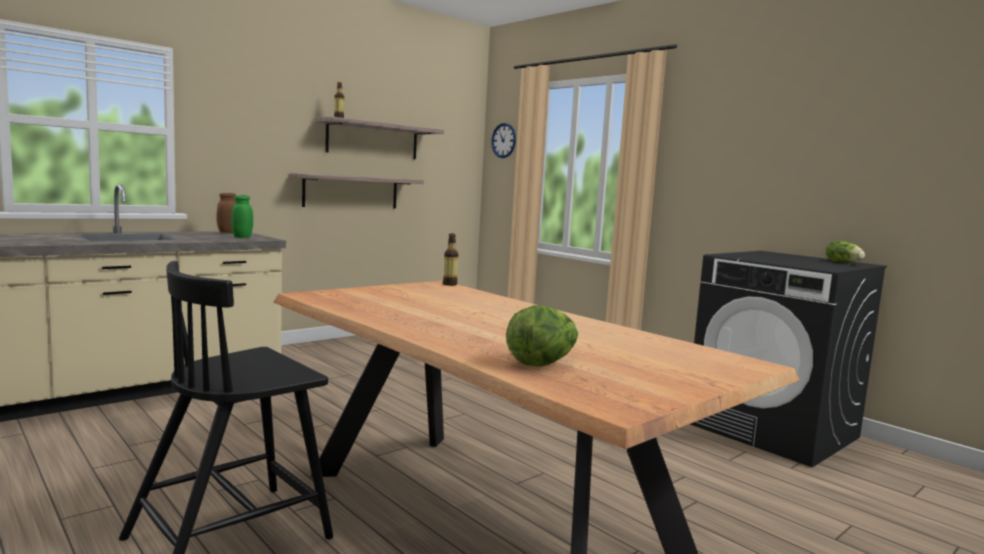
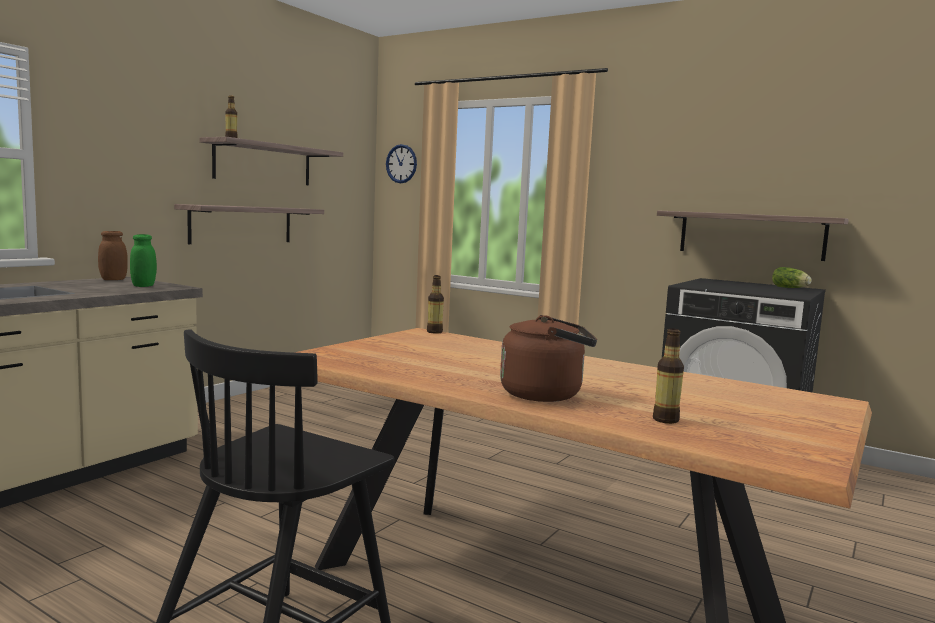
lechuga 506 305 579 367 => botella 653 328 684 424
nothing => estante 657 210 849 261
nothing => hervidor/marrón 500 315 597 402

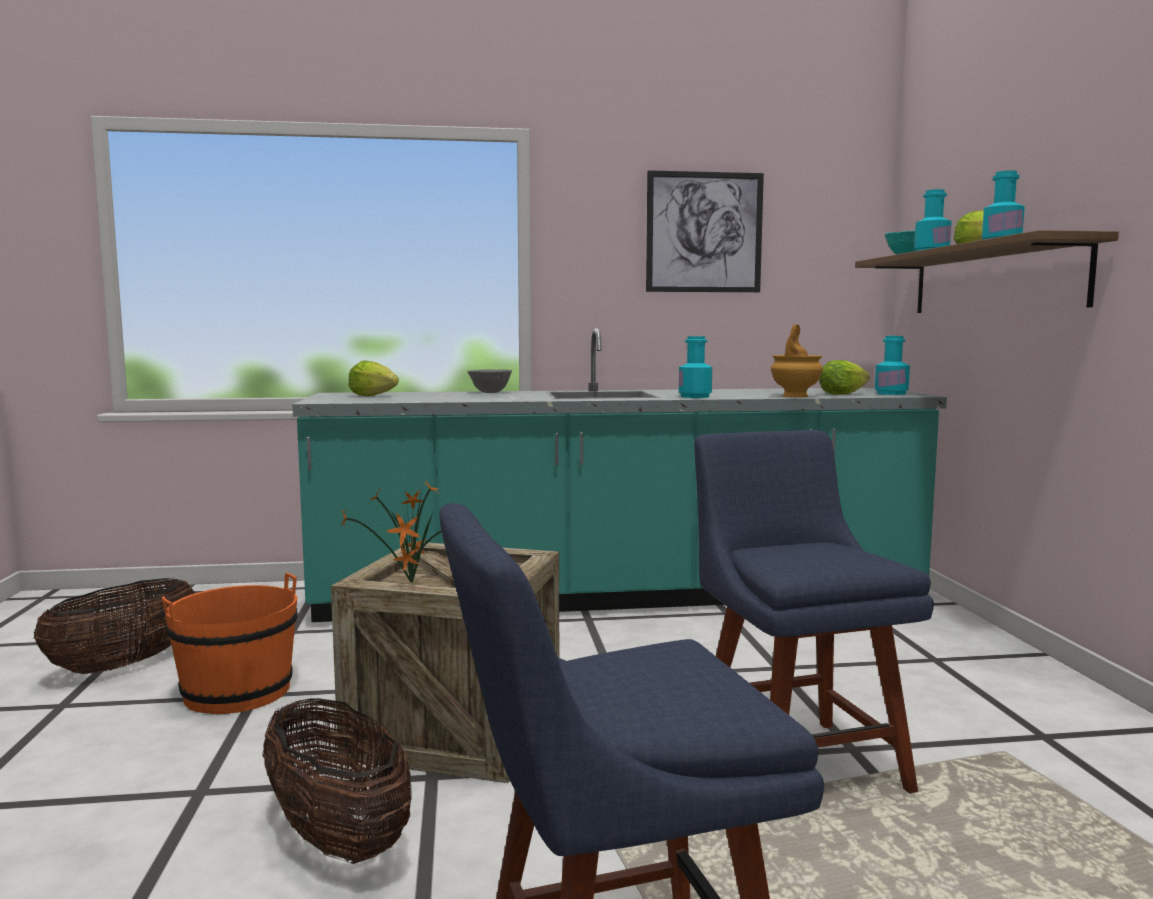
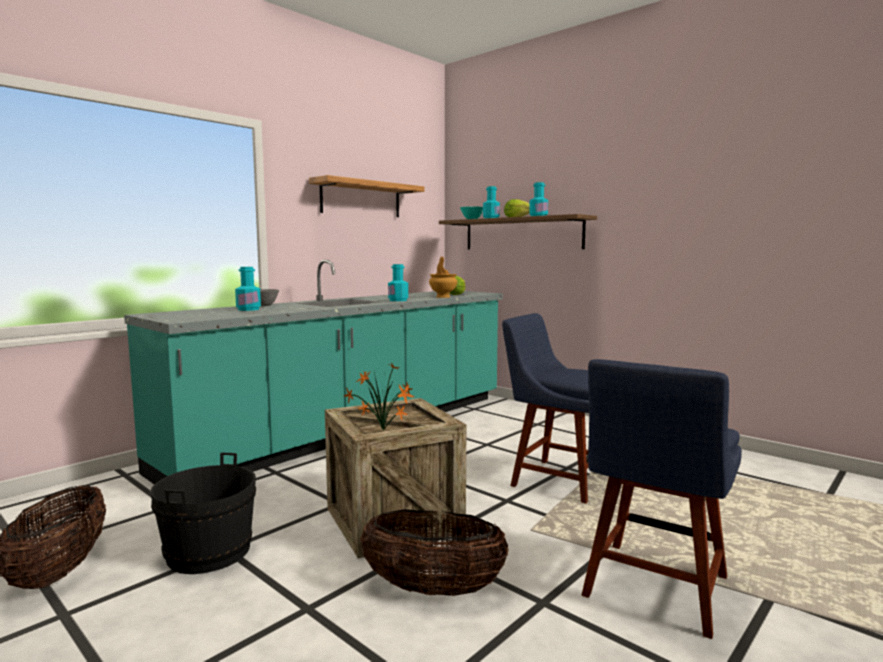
cuadro 646 170 764 292 => estante 309 175 425 217
botella/turquesa 875 336 910 395 => botella/turquesa 235 267 261 311, moved
lechuga 348 361 399 396 => nothing
cubo/naranja 162 573 298 714 => cubo/negro 151 453 256 574

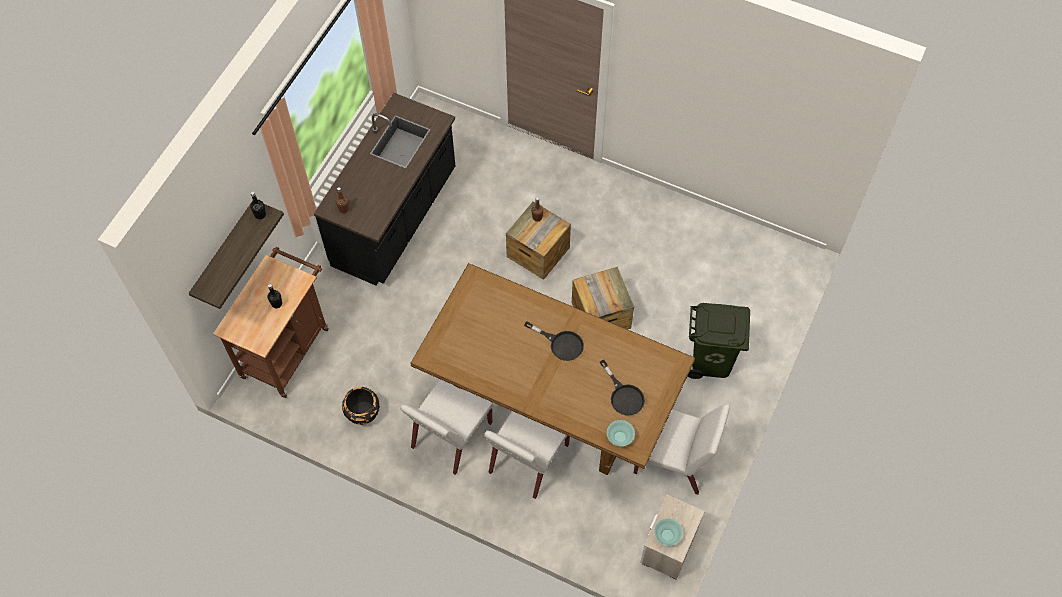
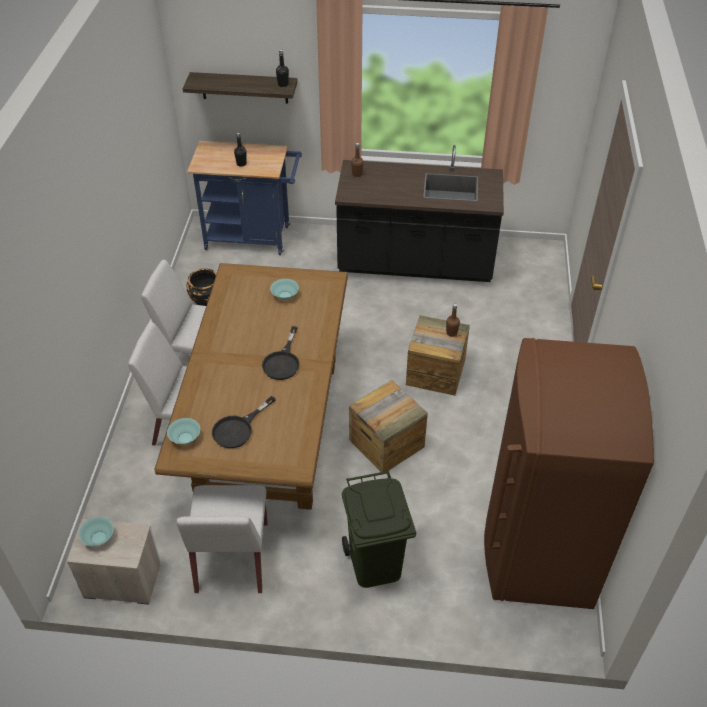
carrito/marrón 213 247 329 398 => carrito/azul 187 141 302 255
nothing => cuenco/turquesa 270 279 299 300
nothing => nevera/marrón 484 338 654 609

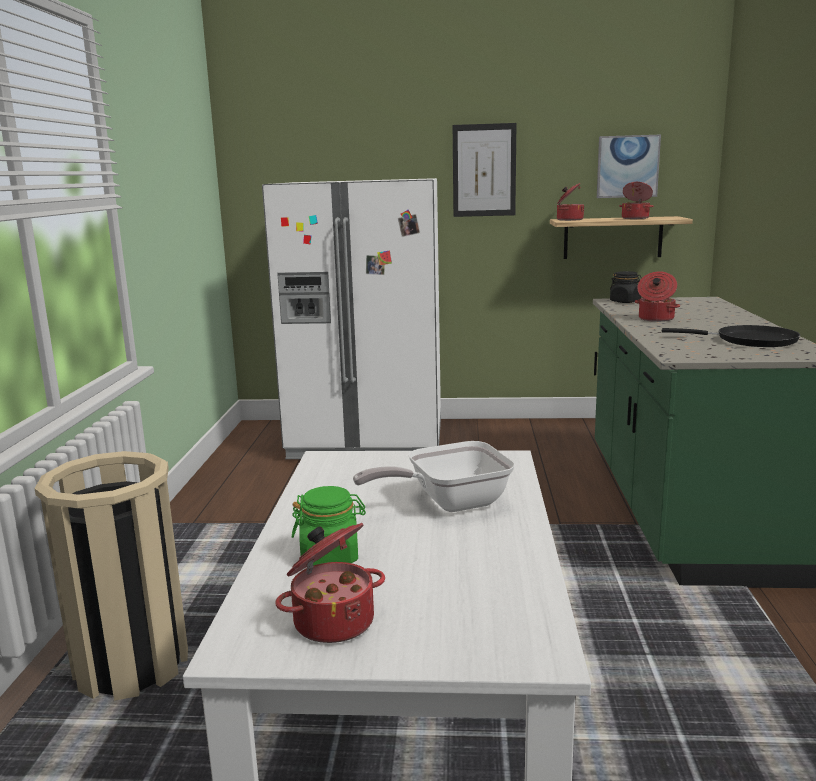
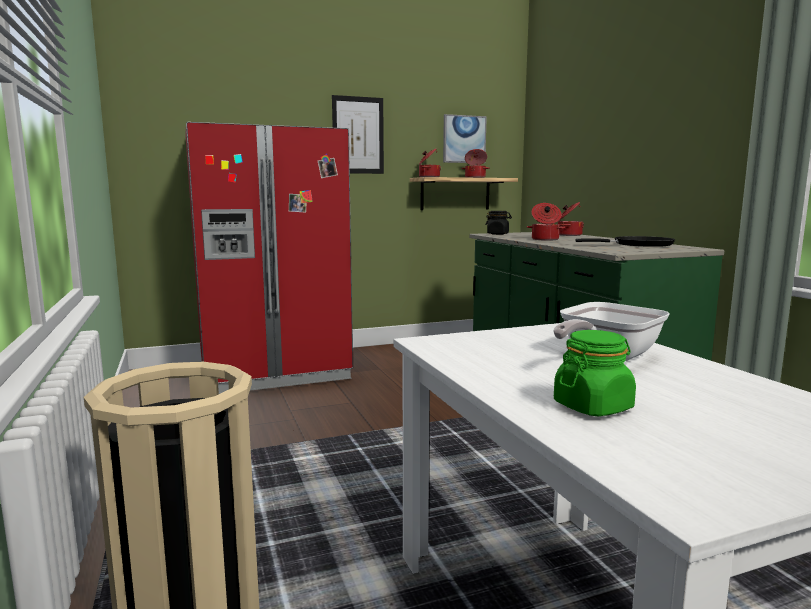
nevera/blanco 262 178 441 459 => nevera/rojo 185 122 353 394
olla 275 523 385 643 => olla 558 202 584 236, moved

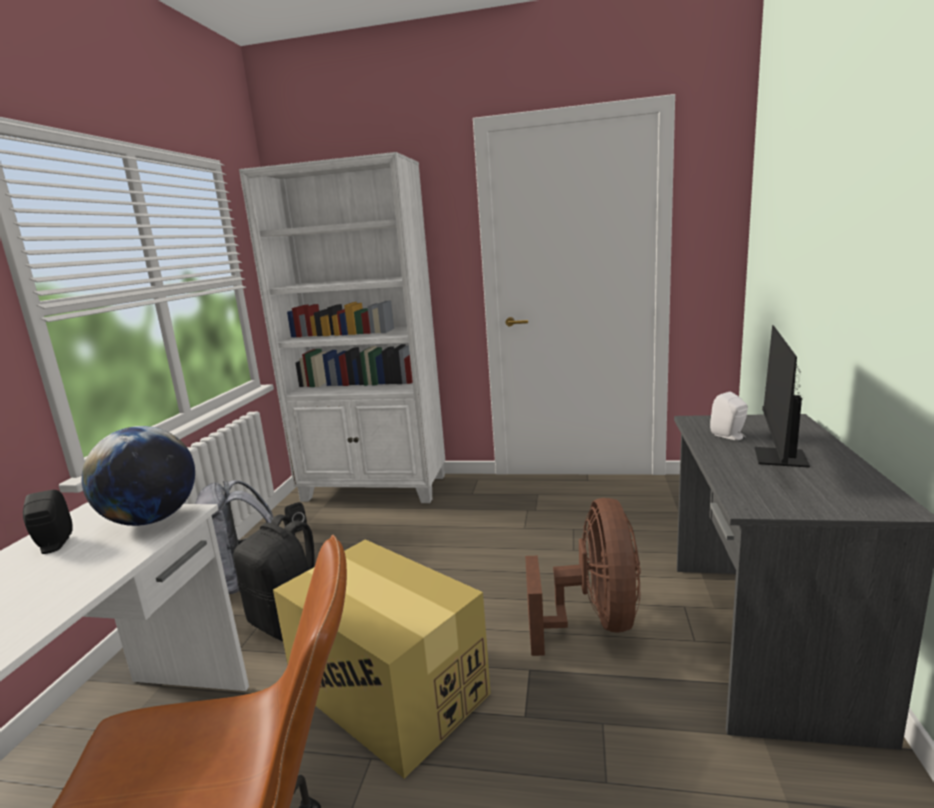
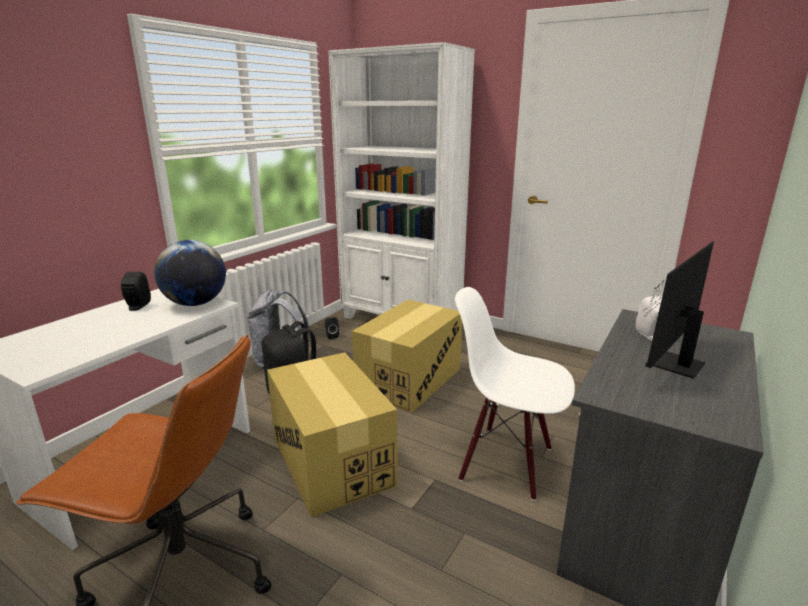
ventilador/marrón 525 498 641 656 => silla/blanco 455 287 575 501
nothing => caja de cartón 352 300 462 413

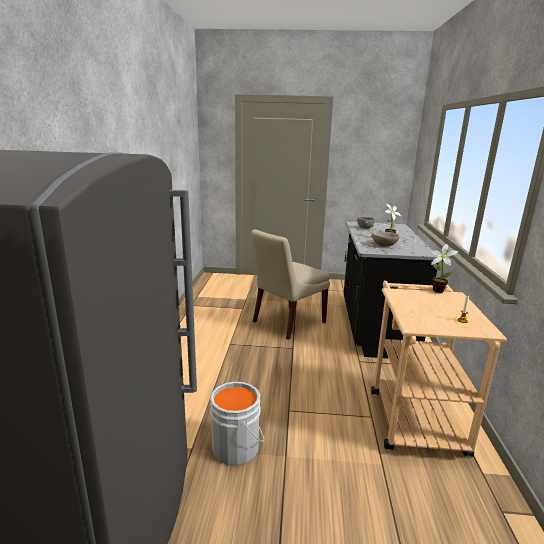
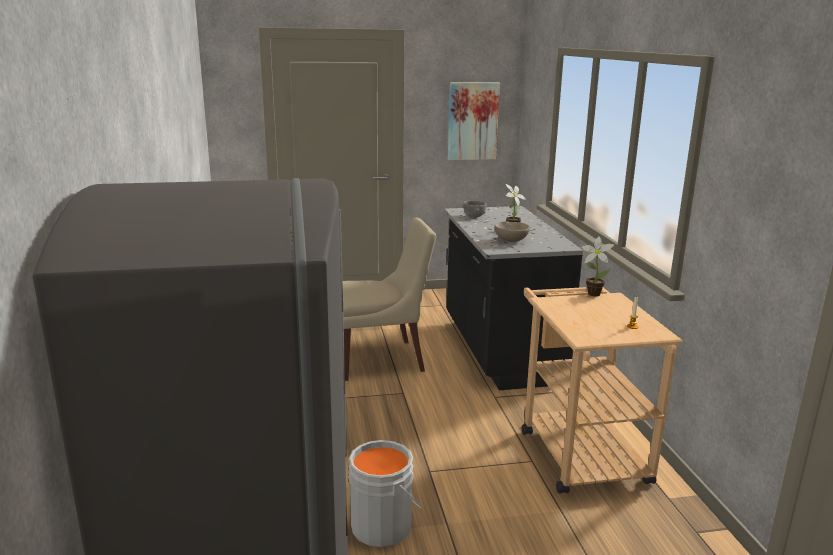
silla/beis 251 229 330 340 => silla/beis 343 217 436 381, 135 degrees counterclockwise
nothing => cuadro 448 83 500 160

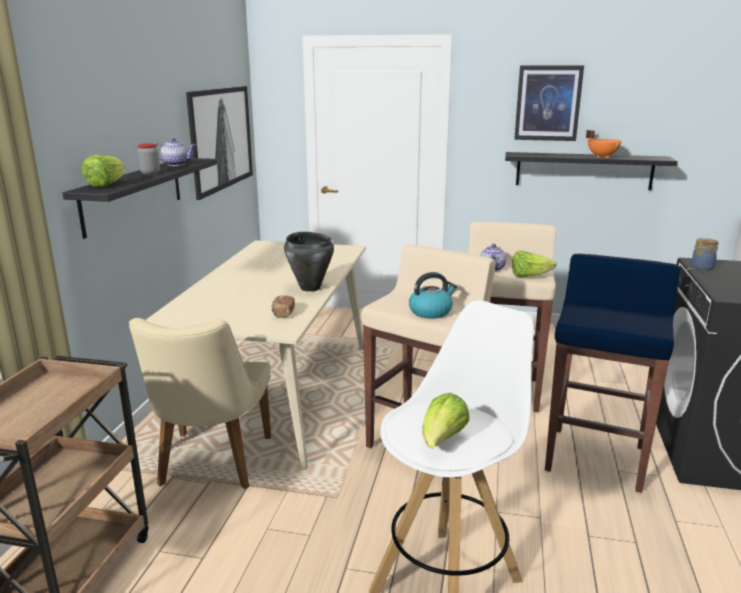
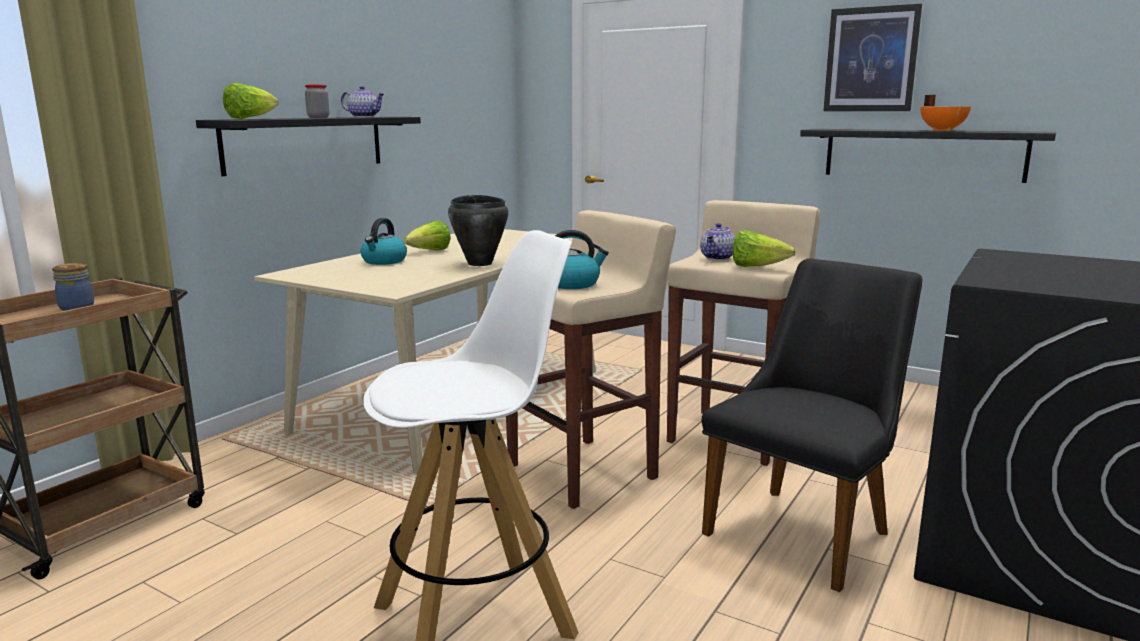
cuadro 186 86 253 200 => nothing
tarro 691 238 719 271 => tarro 52 263 94 311, moved
taburete/azul 545 254 680 493 => silla/negro 702 258 922 592
pan 271 295 295 318 => nothing
silla/beis 129 318 271 489 => nothing
lechuga 422 393 469 449 => lechuga 404 220 451 251, moved
nothing => hervidor 360 218 407 265

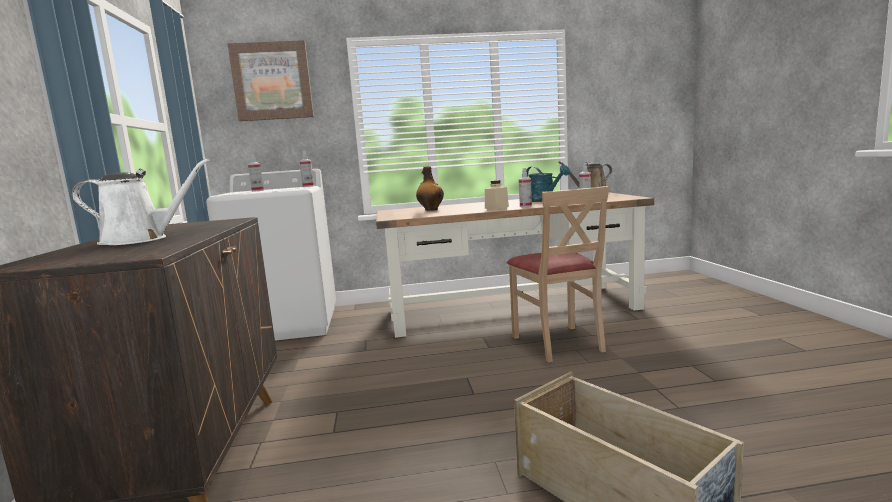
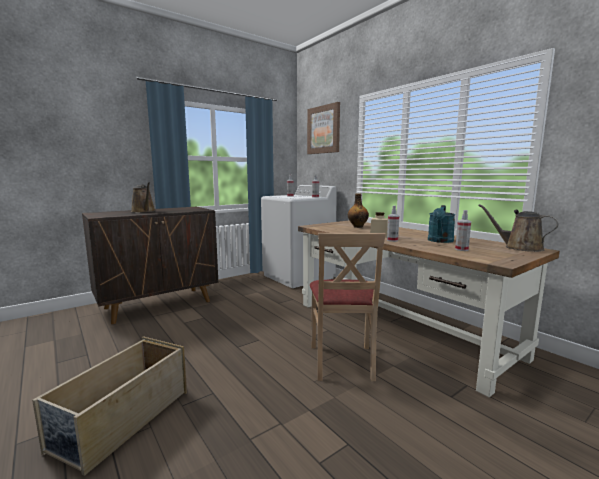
regadera/blanco 72 158 209 245 => regadera/marrón 131 182 155 213
silla/beis 507 186 609 362 => silla/beis 310 233 386 381, 45 degrees counterclockwise

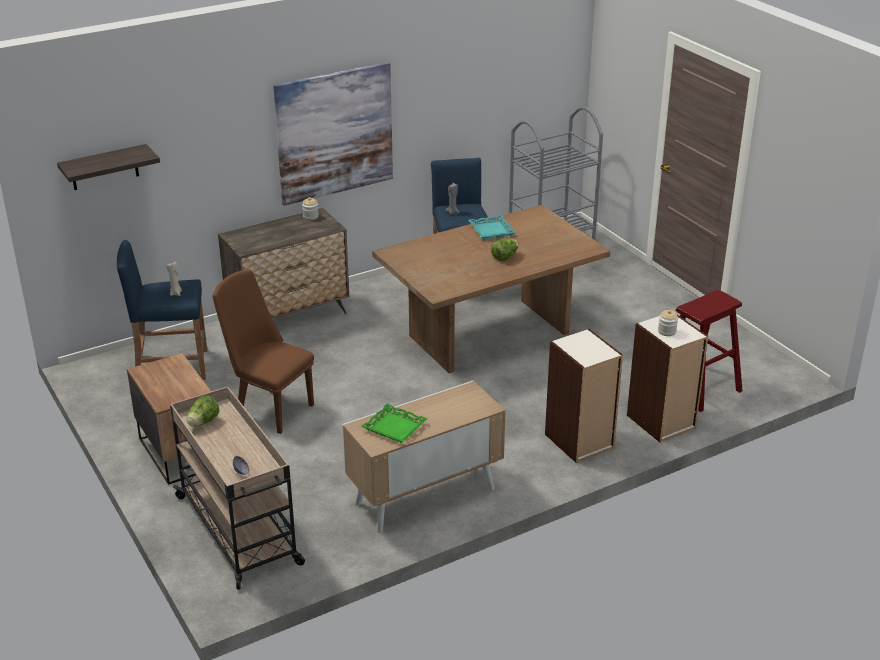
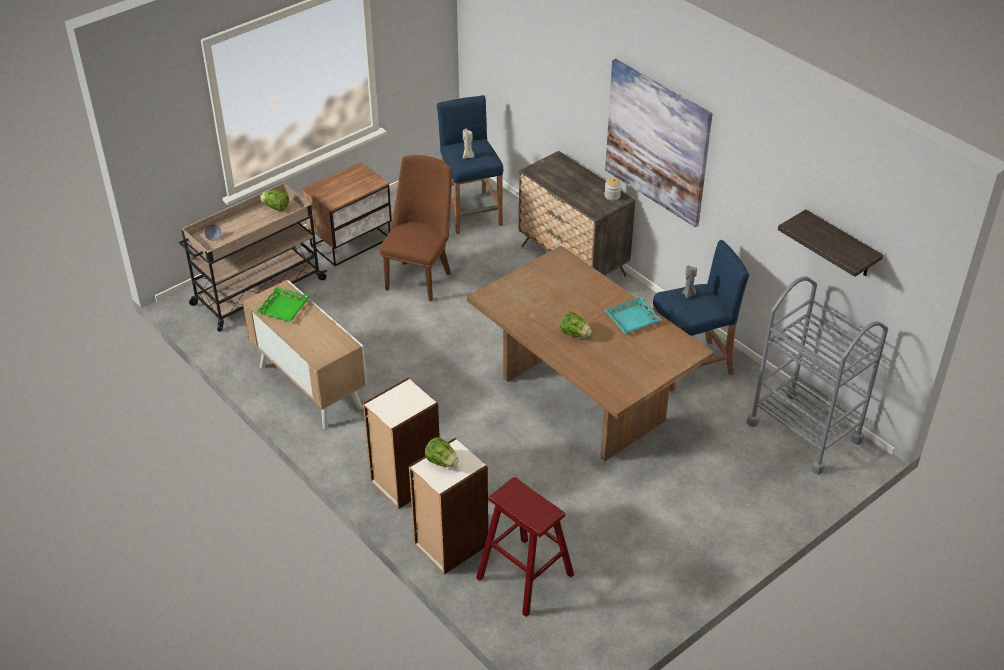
estante 57 144 160 190 => estante 778 209 883 277, moved
tarro 658 310 678 336 => lechuga 425 437 459 468

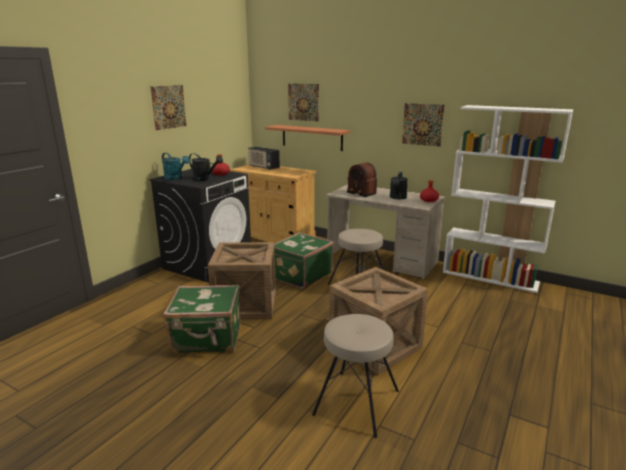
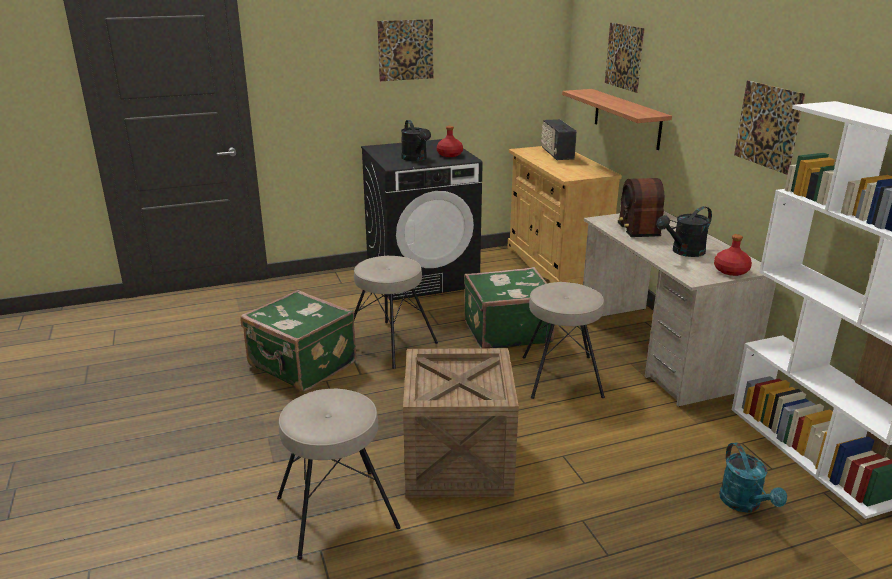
regadera/turquesa 162 153 190 180 => regadera/turquesa 719 442 787 513, moved
caja de embalaje 208 242 276 319 => taburete/beis 354 256 438 369

